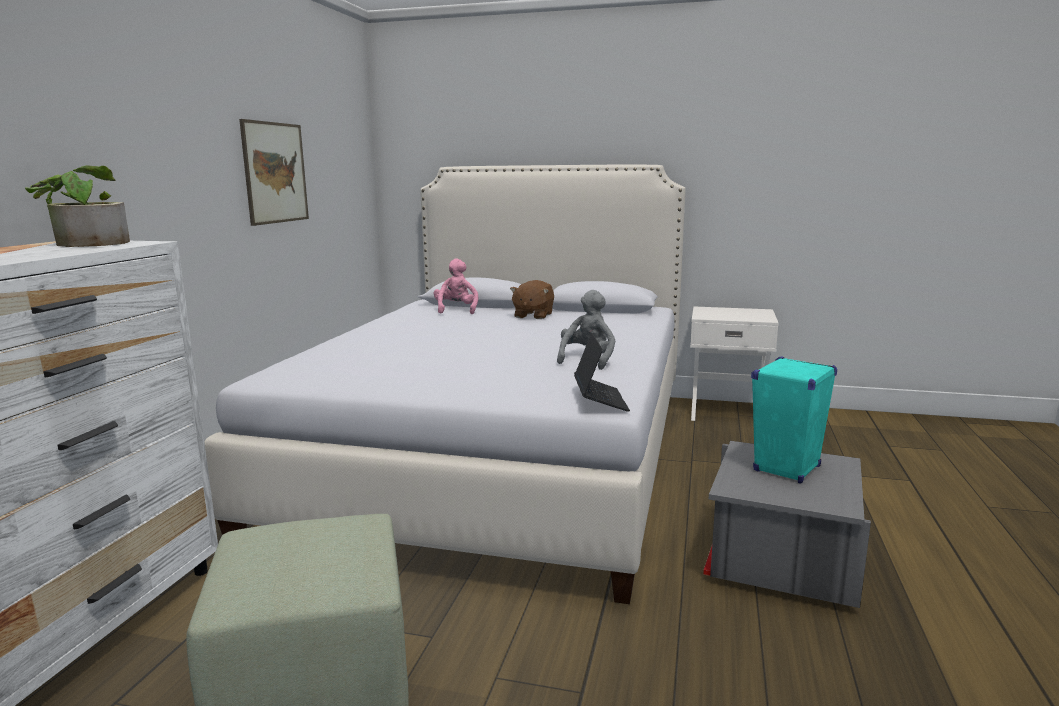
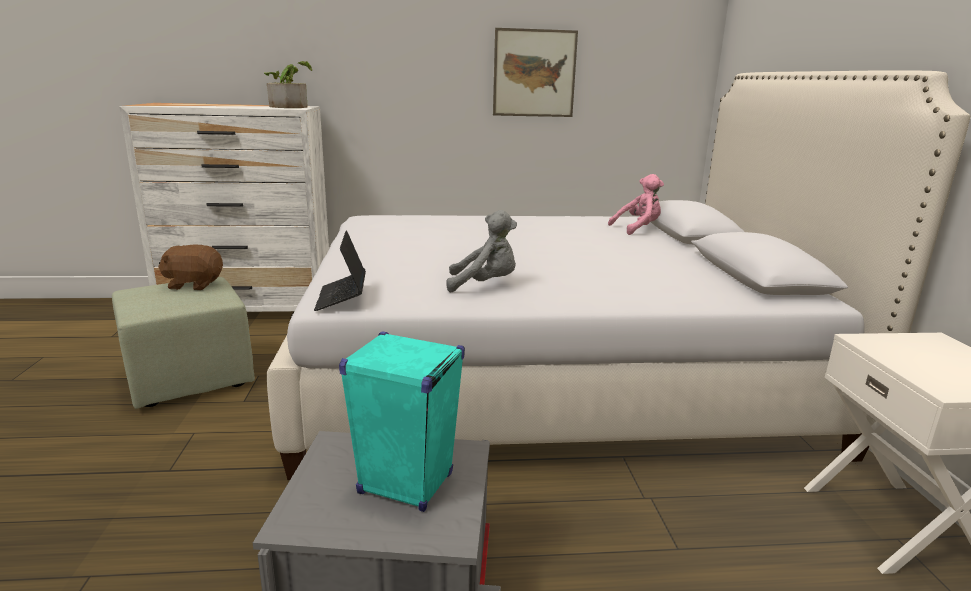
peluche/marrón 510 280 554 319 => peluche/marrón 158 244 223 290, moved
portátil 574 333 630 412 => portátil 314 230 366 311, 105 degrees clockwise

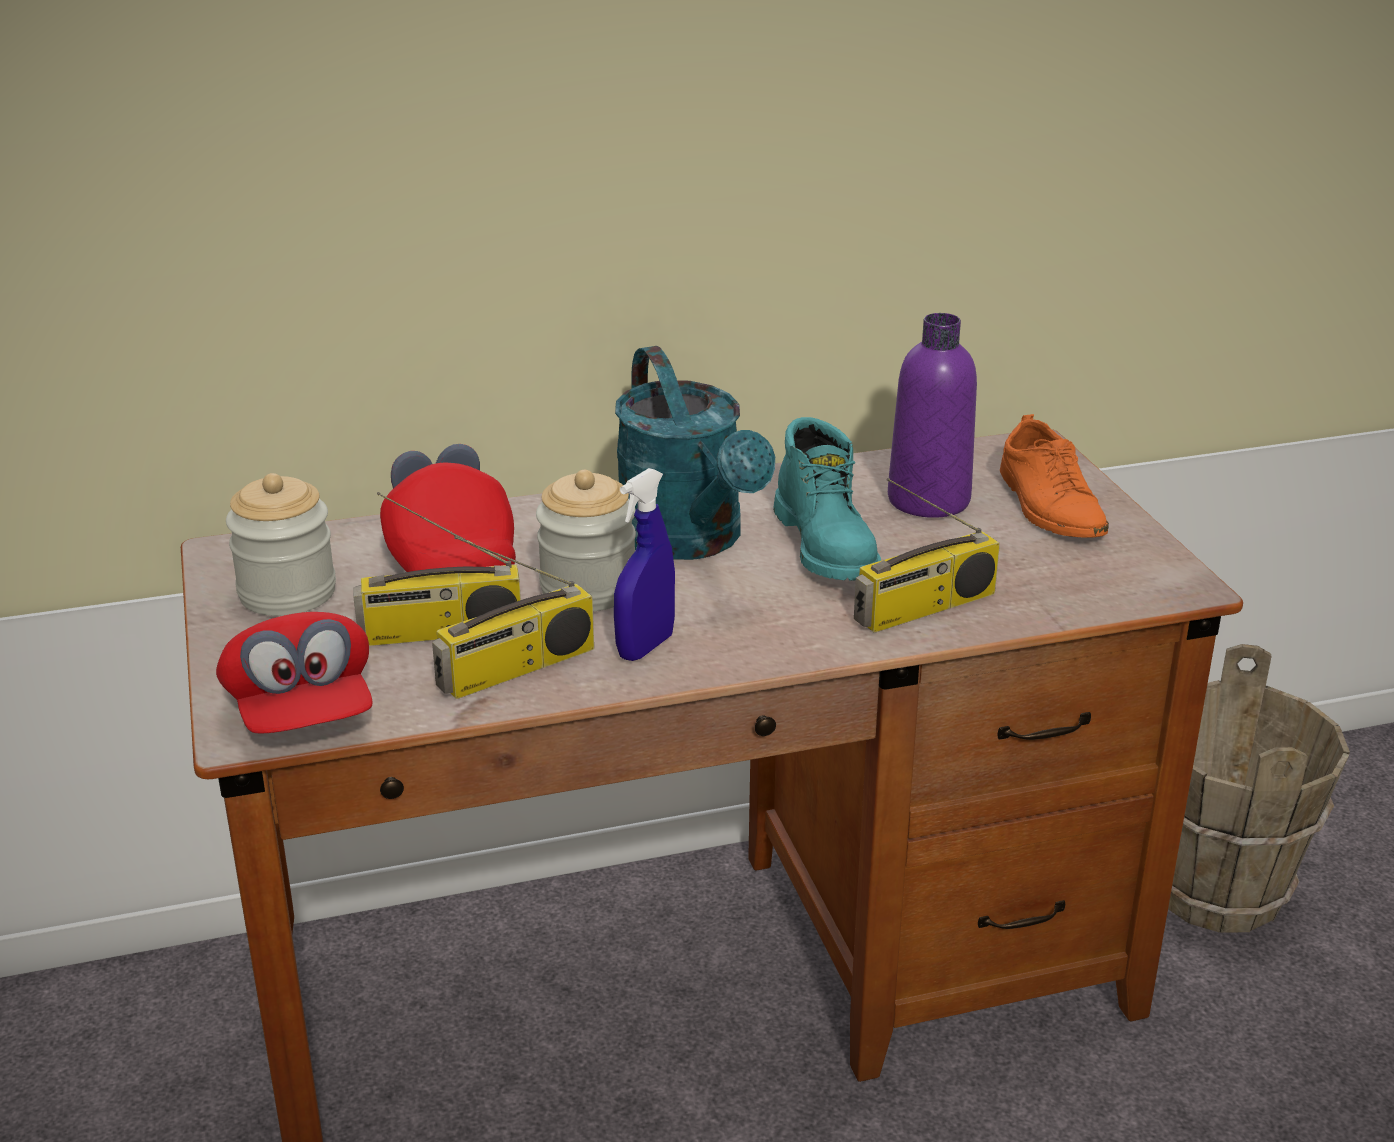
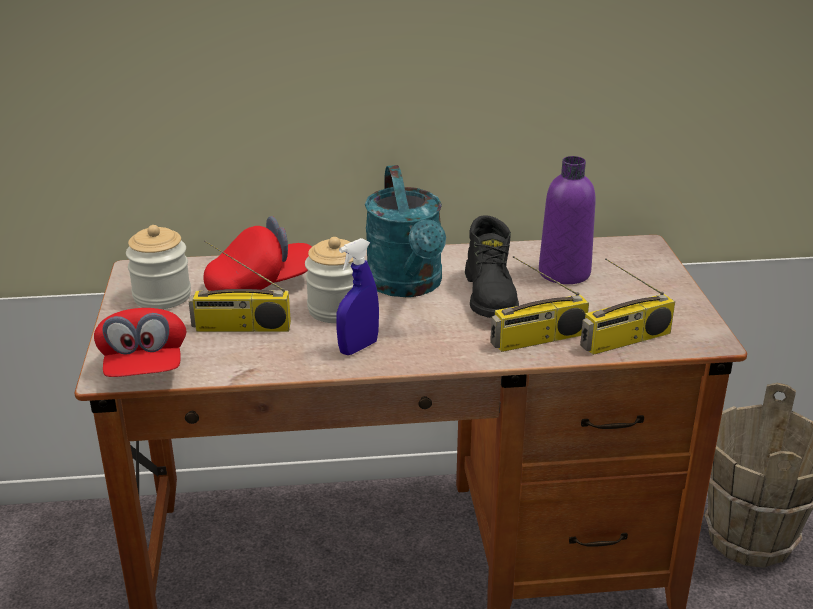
zapato/naranja 1000 414 1109 537 => nothing
bota/turquesa 773 417 881 581 => bota/negro 465 215 519 318
gorra/rojo 380 444 516 572 => gorra/rojo 203 216 312 291, 75 degrees clockwise
radio 432 536 594 699 => radio 580 258 675 355, moved

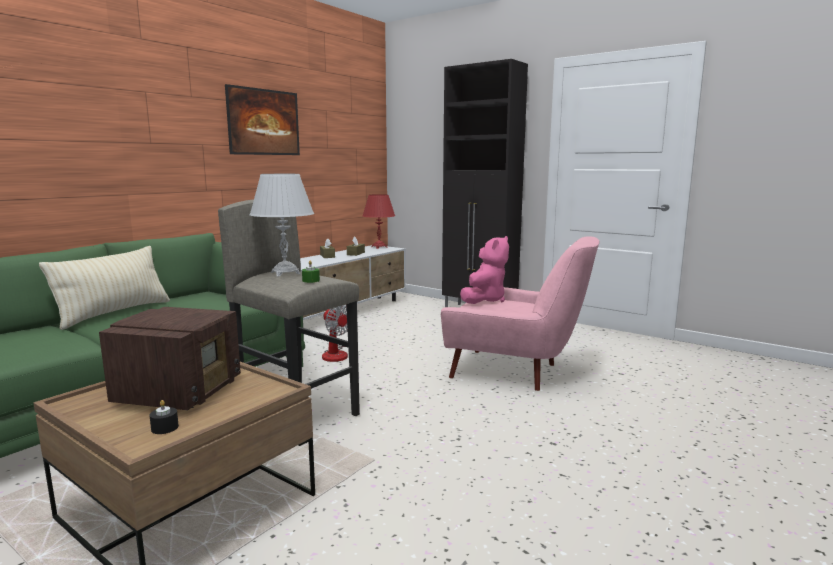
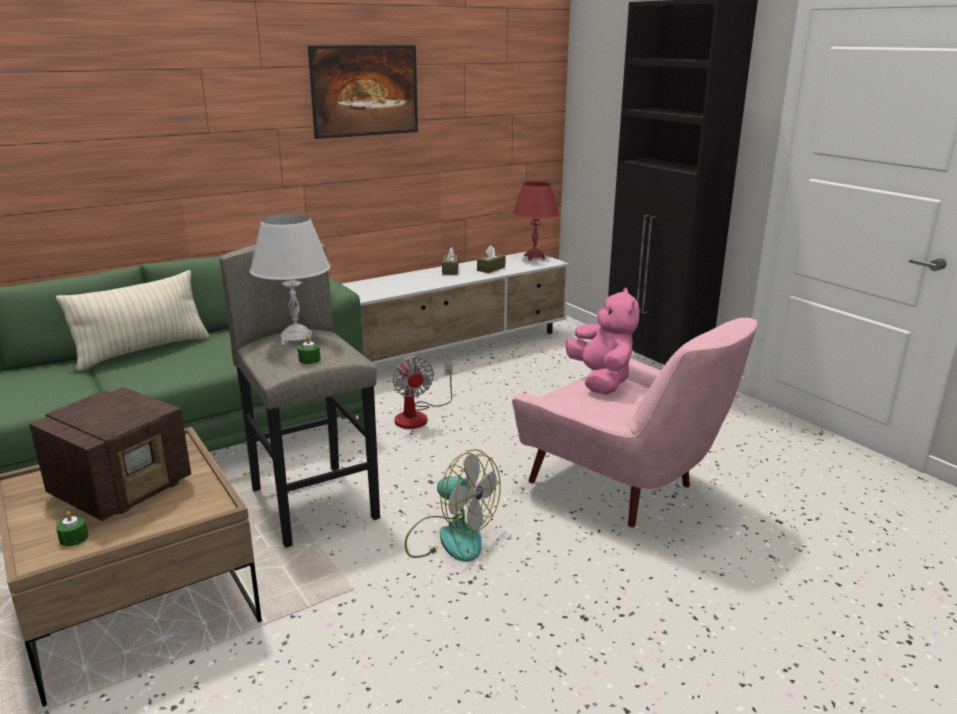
peluche/rosa 460 236 509 304 => peluche/rosa 565 288 640 395, 60 degrees counterclockwise
vela/negro 149 400 179 434 => vela/verde 56 511 89 546
nothing => ventilador 405 449 501 562

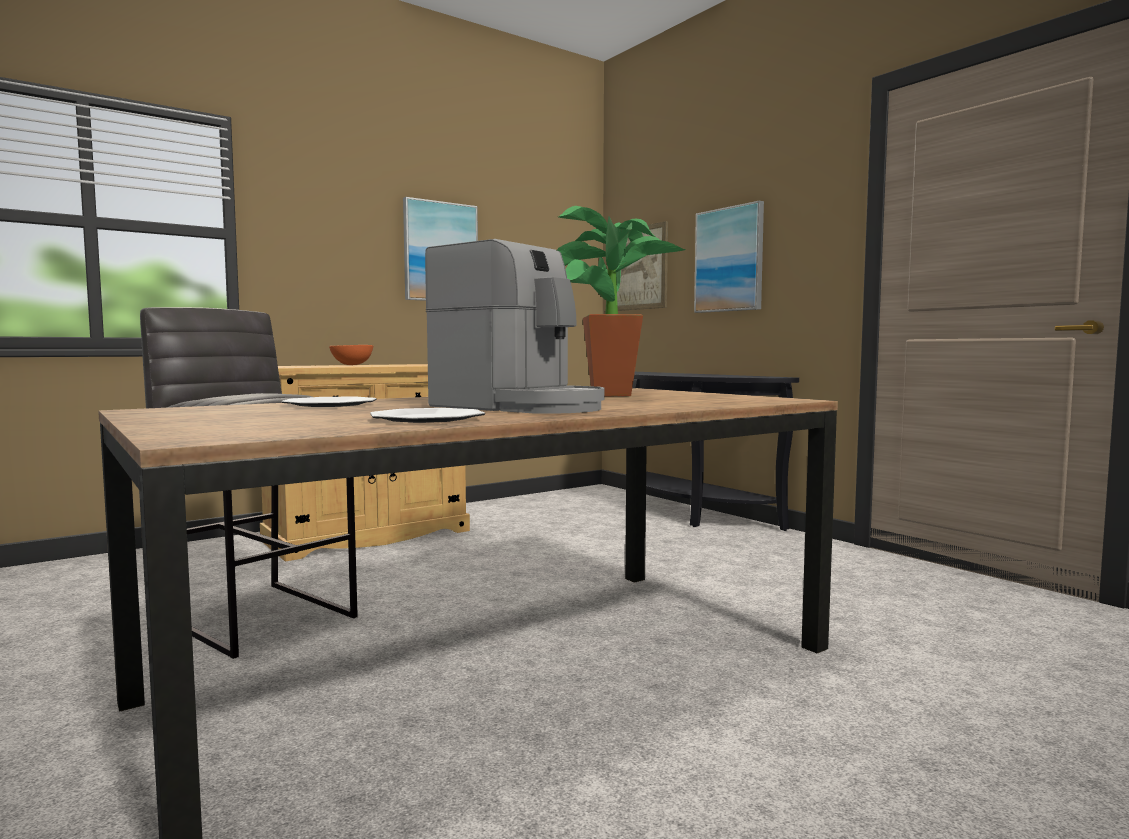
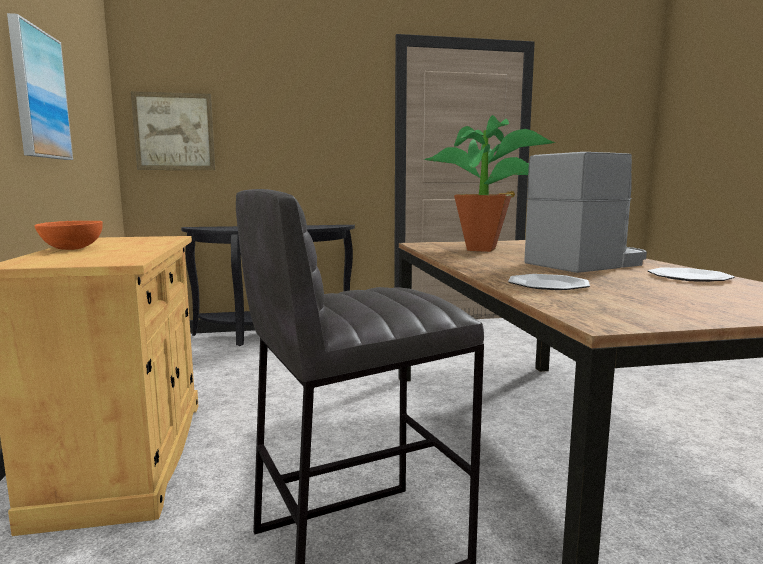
cuadro 694 201 764 313 => nothing

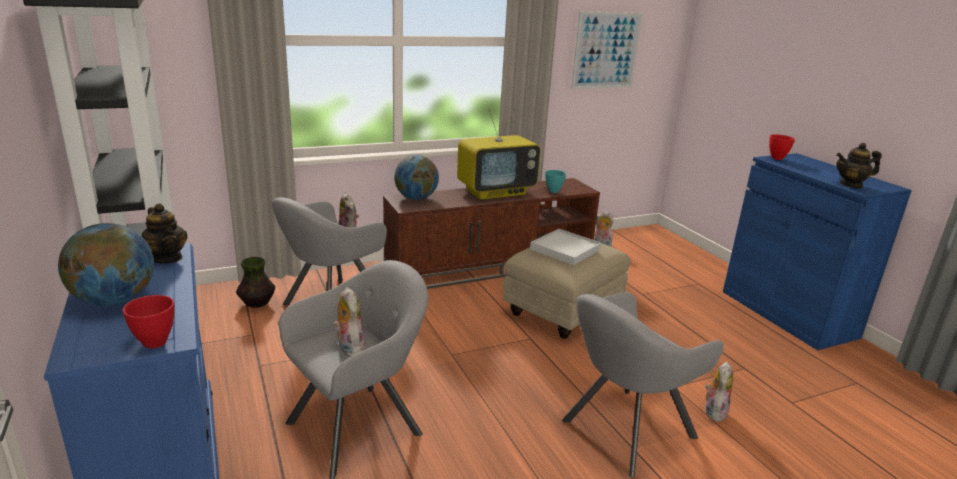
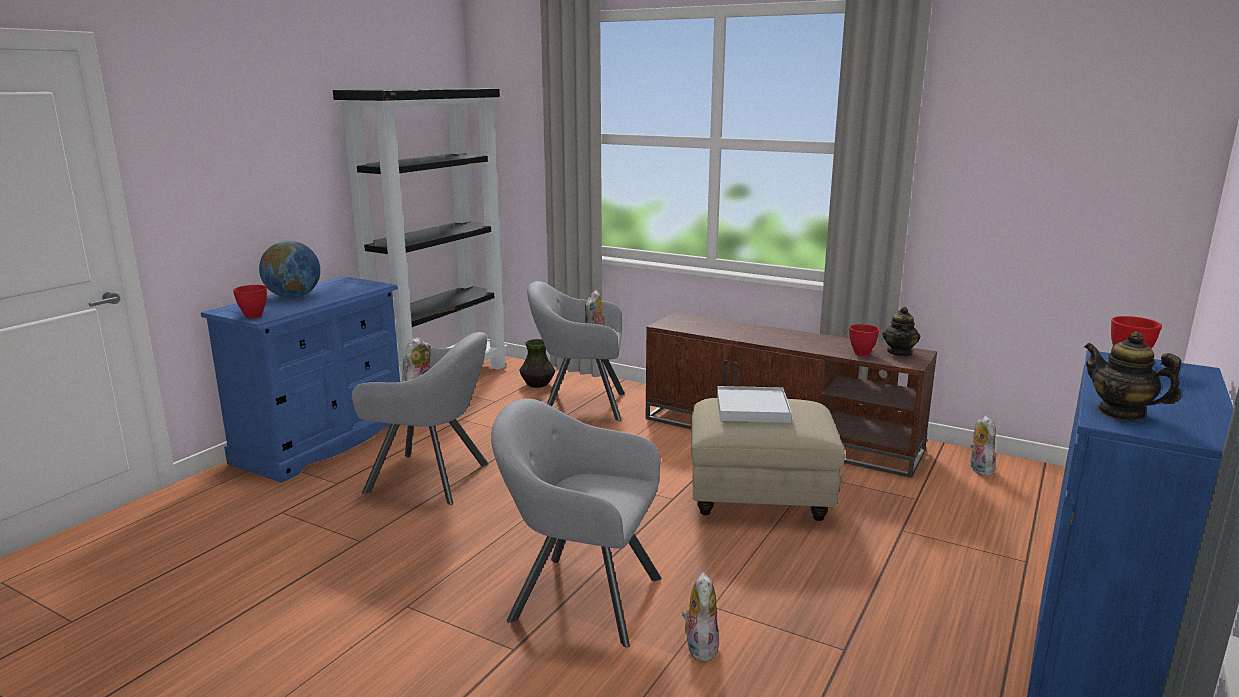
cuadro 571 11 642 89 => nothing
televisor 457 109 540 200 => nothing
globo terráqueo 394 155 439 200 => nothing
cuenco/turquesa 545 170 566 193 => cuenco/rojo 849 324 880 356
tetera 142 203 187 264 => tetera 882 307 920 356, moved
peluche 705 362 733 422 => peluche 682 572 719 662, 75 degrees counterclockwise

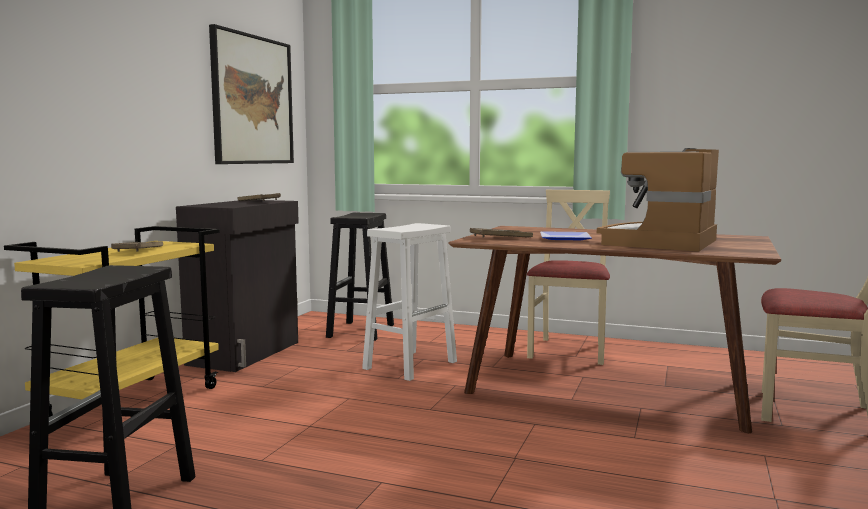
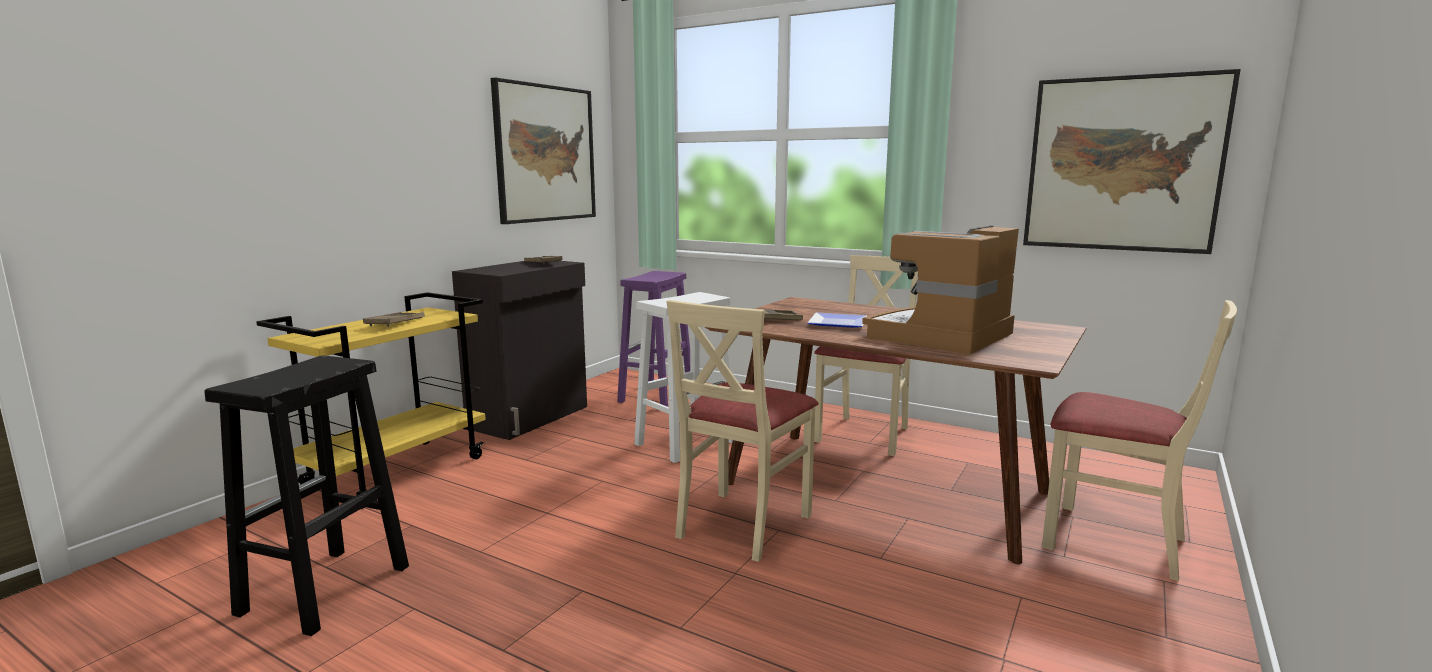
taburete/negro 326 213 394 341 => taburete/morado 617 271 690 407
nothing => cuadro 1023 69 1241 254
nothing => silla/beis 666 300 818 562

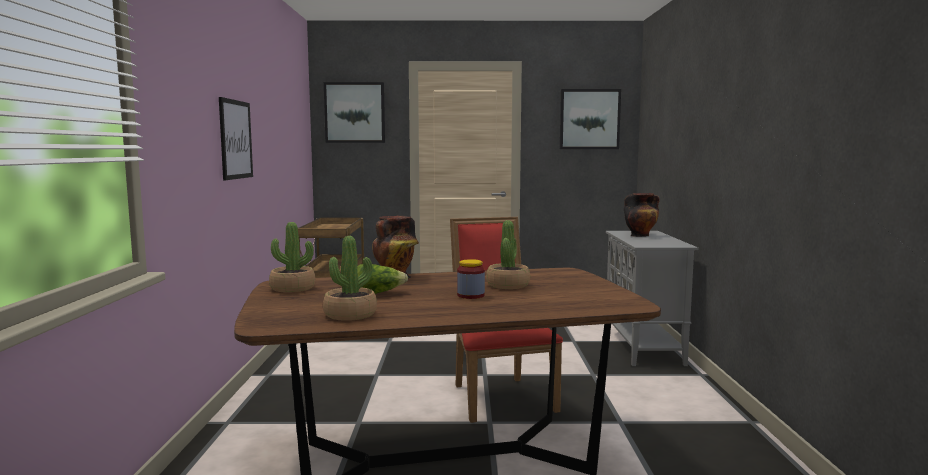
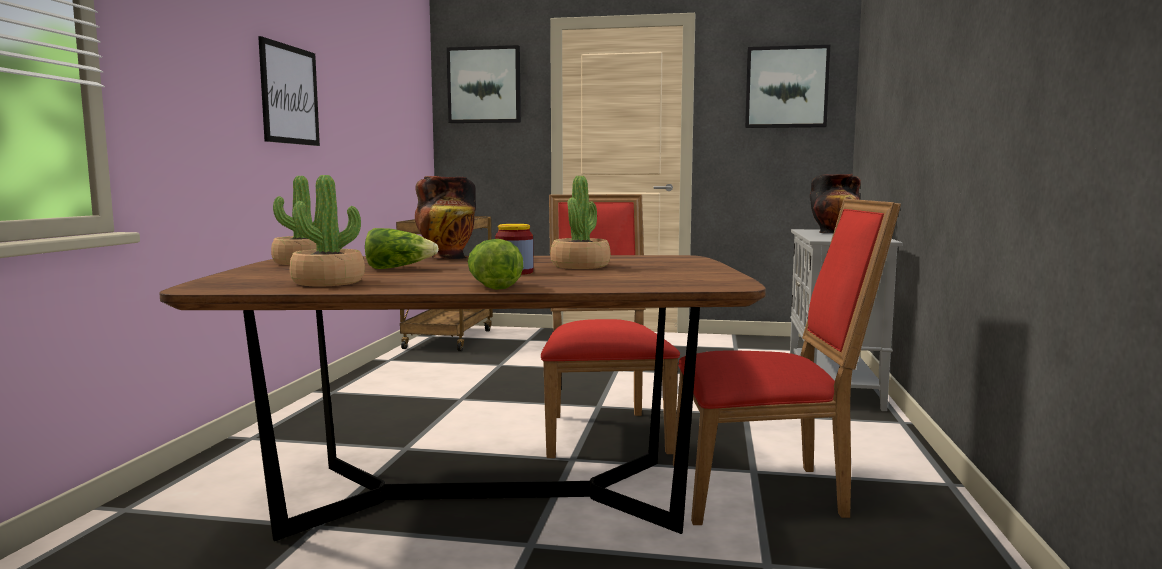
nothing => silla/rojo 673 199 901 525
nothing => lechuga 468 239 523 290

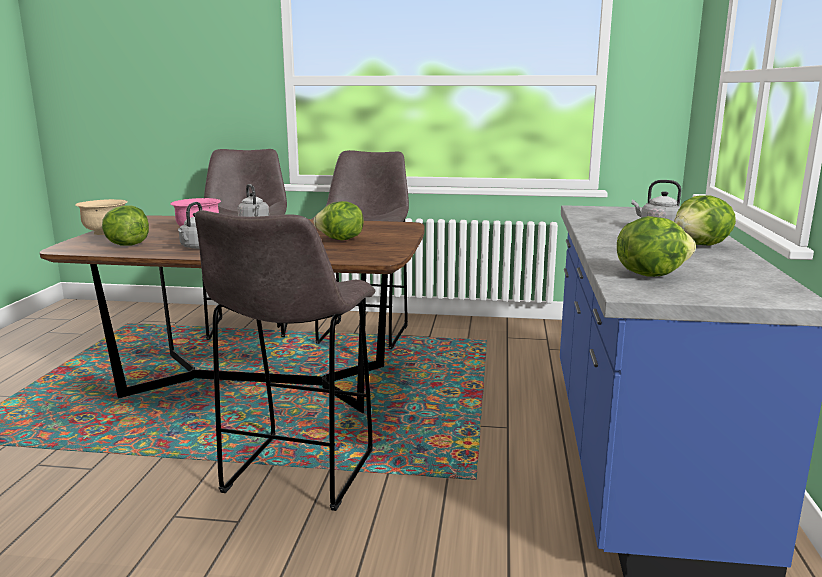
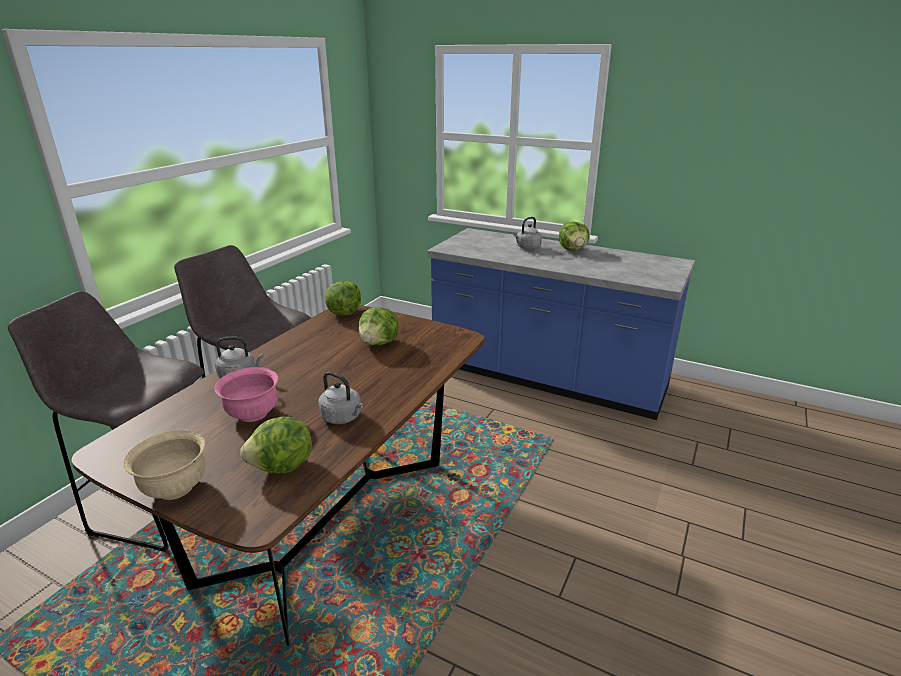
taburete/gris 195 210 376 511 => nothing
lechuga 617 216 696 277 => lechuga 325 281 361 316, moved

